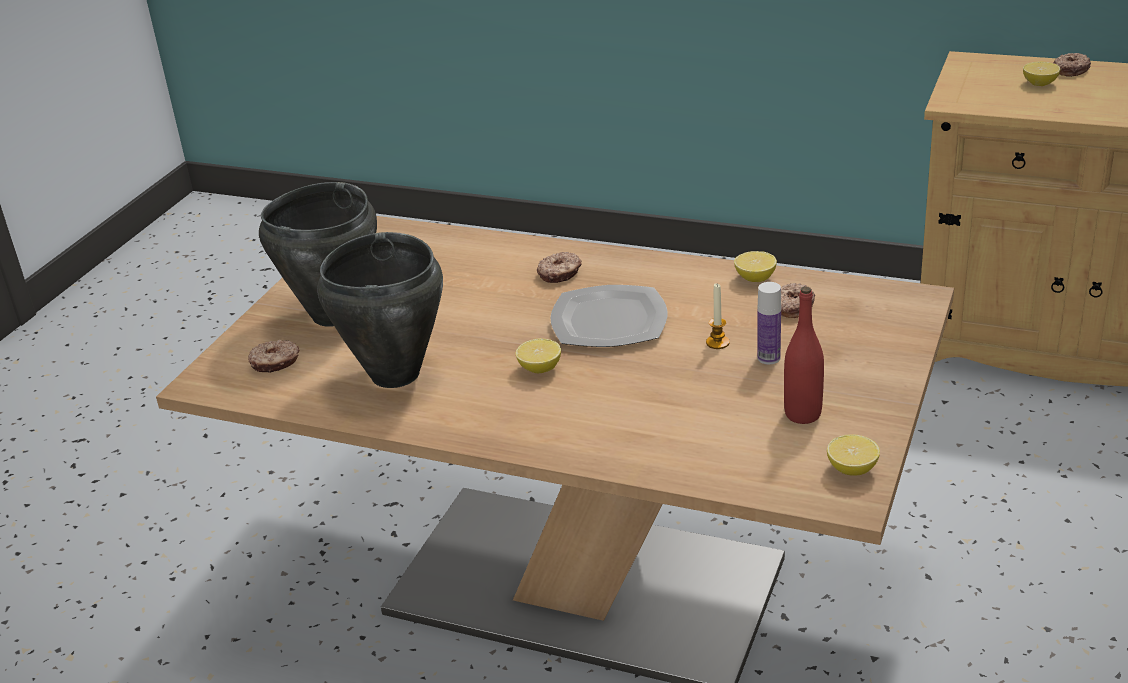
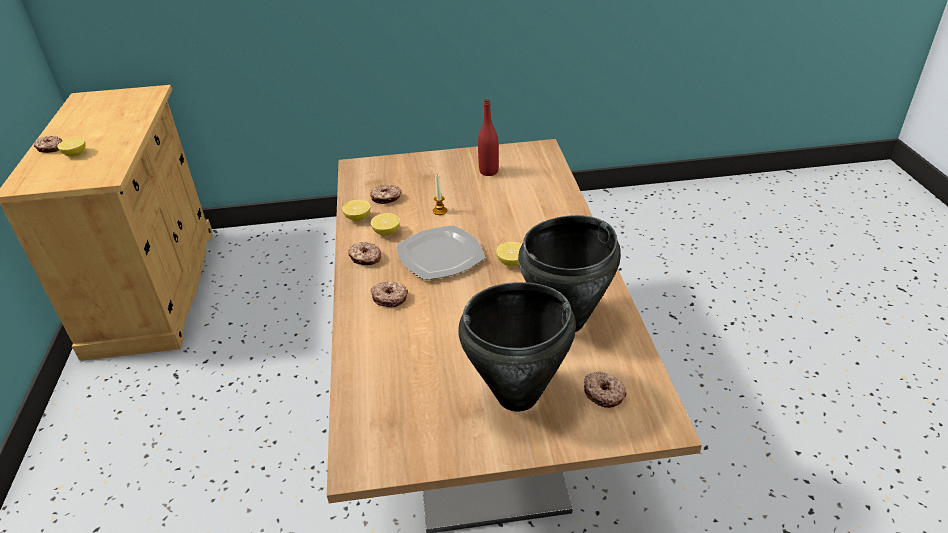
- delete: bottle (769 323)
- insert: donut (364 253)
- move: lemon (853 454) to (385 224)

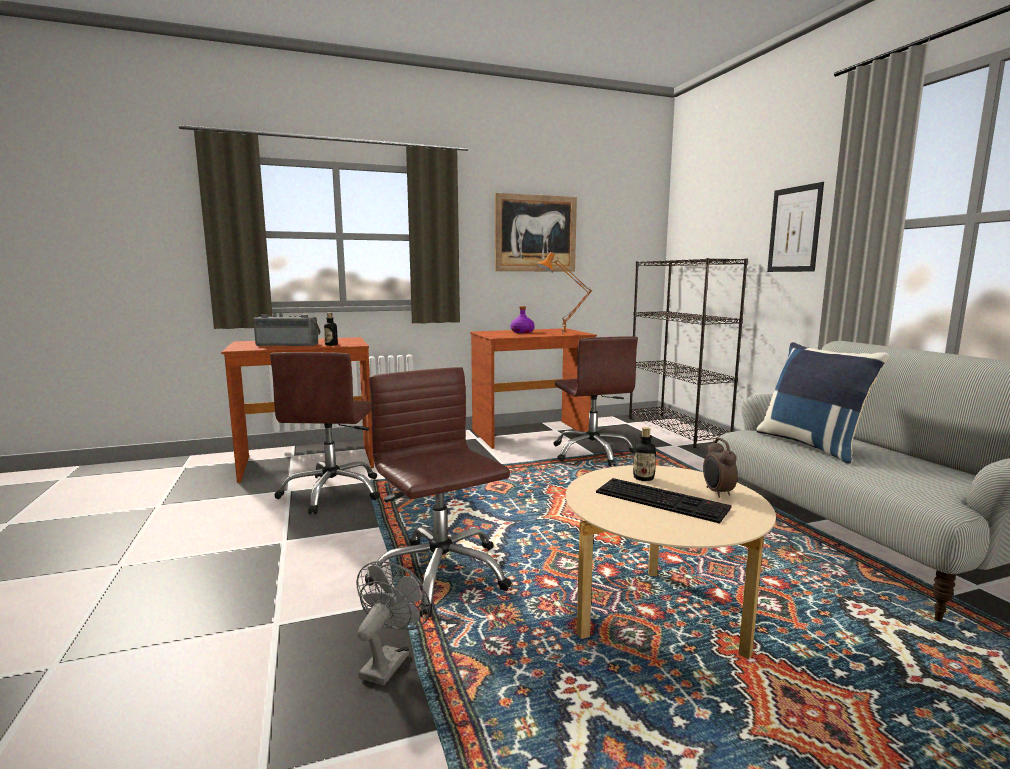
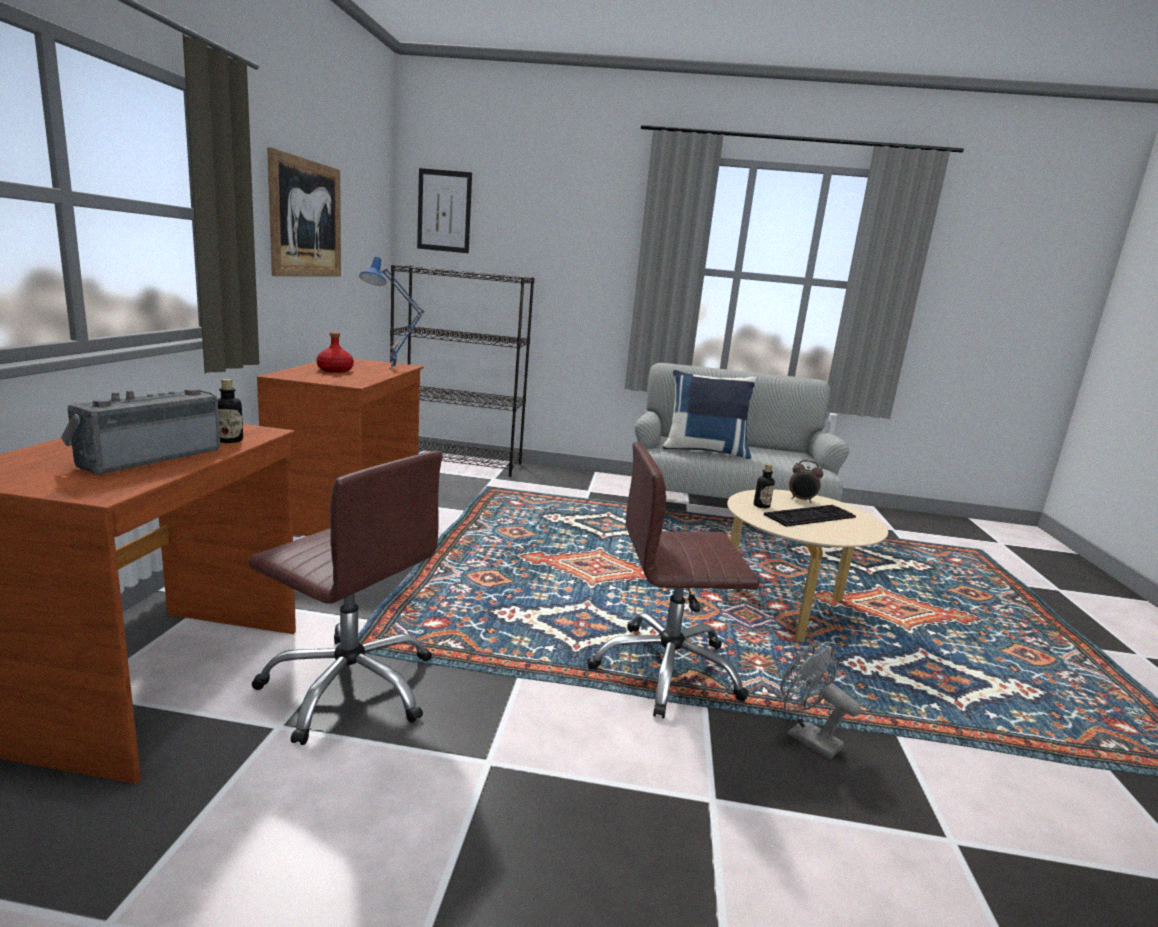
- delete: brown office chair (596 401)
- move: picture (795 227) to (444 210)
- recolor: purple bottle (523 319) to red bottle (335 352)
- recolor: orange table lamp (564 293) to blue table lamp (392 313)

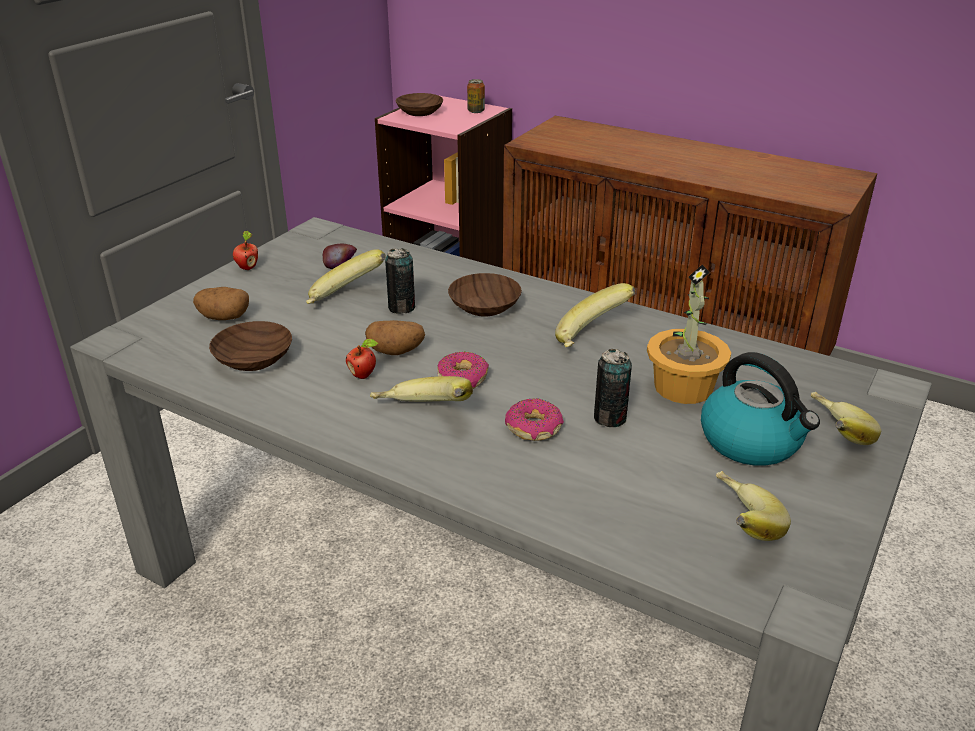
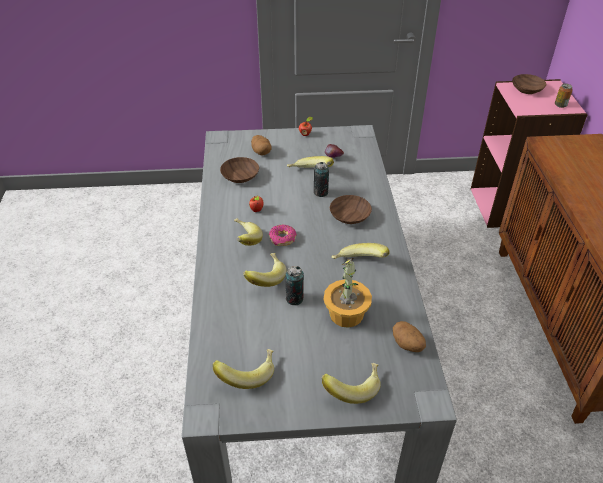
- delete: kettle (760 409)
- move: potato (395 337) to (409 336)
- replace: donut (534 419) to banana (264 270)

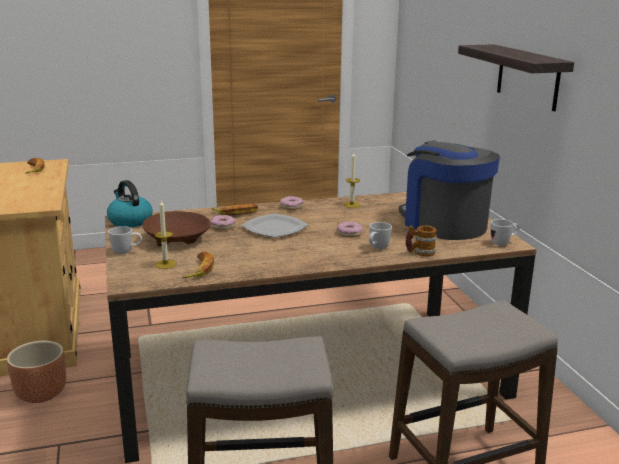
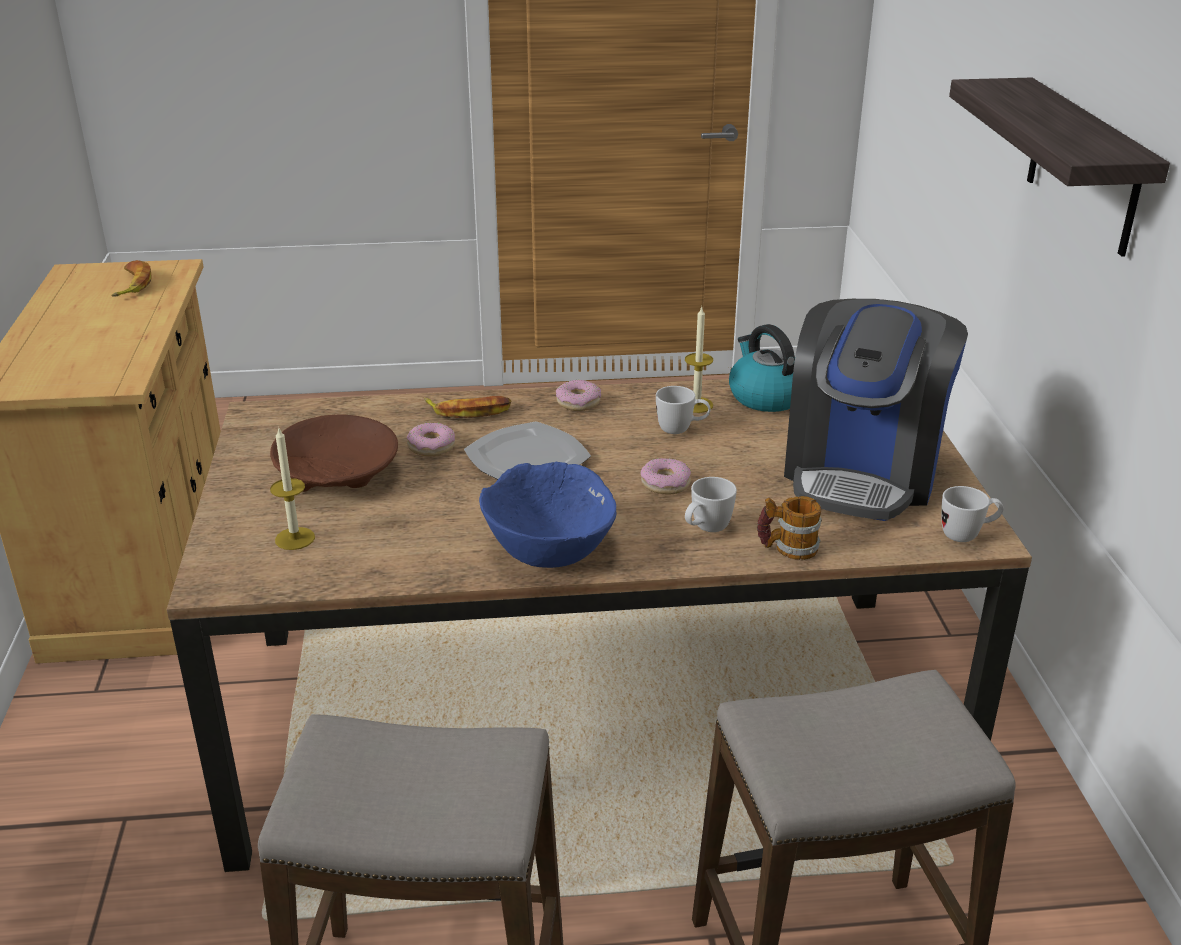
- delete: brown planter (36 372)
- delete: banana (198 265)
- insert: blue bowl (547 515)
- move: kettle (130 203) to (762 368)
- move: white mug (125 240) to (683 410)
- rotate: coffee machine (449 190) = (876 410) 135 degrees counterclockwise

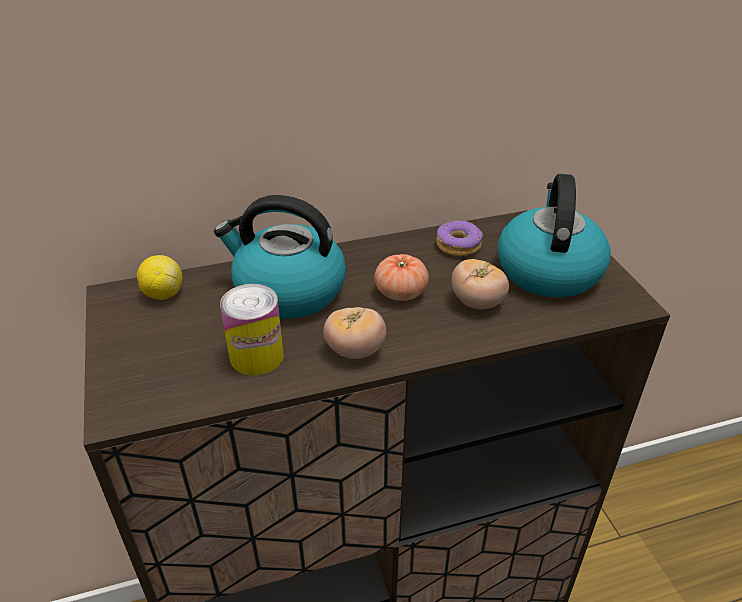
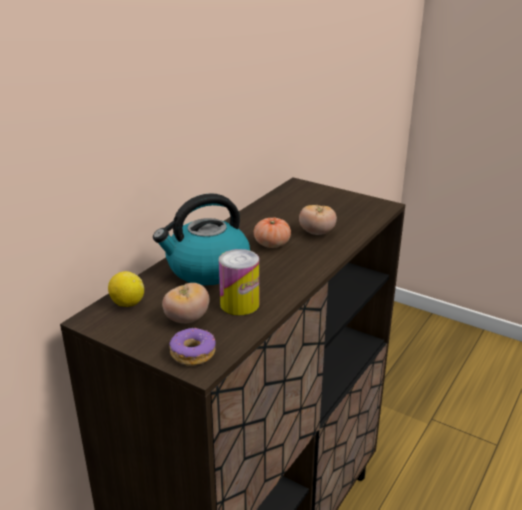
- delete: kettle (554 235)
- move: tomato (354 333) to (185 303)
- move: donut (459 238) to (192 347)

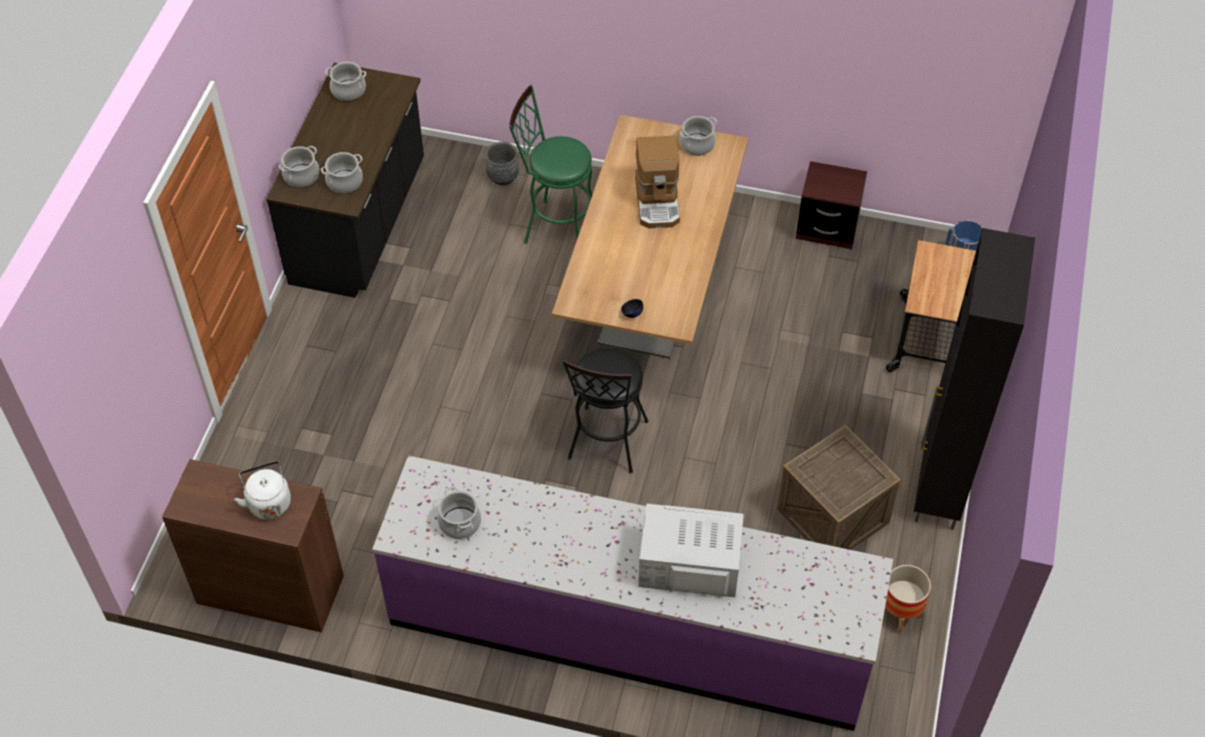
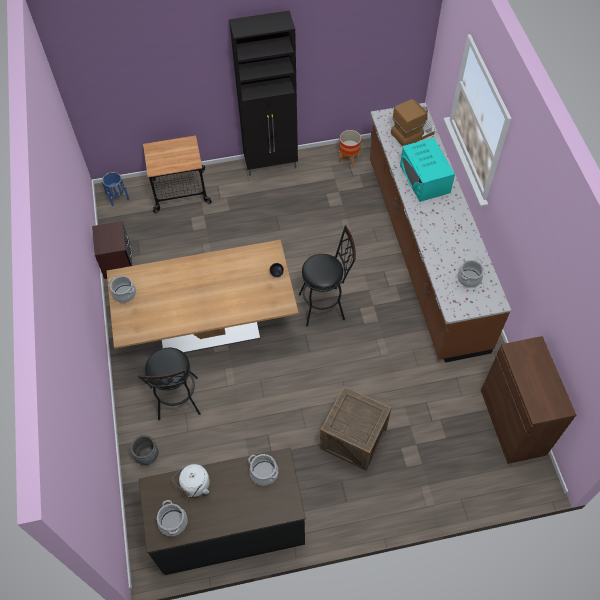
- delete: cooking pot (299 167)
- move: white kettle (262 490) to (191 480)
- move: coffee machine (657 182) to (413 123)
- move: crate (839 487) to (355 428)
- recolor: purple counter (632 593) to brown counter (440 233)
- recolor: green stool (550 164) to black stool (169 384)
- recolor: white microwave (691 550) to turquoise microwave (427 170)

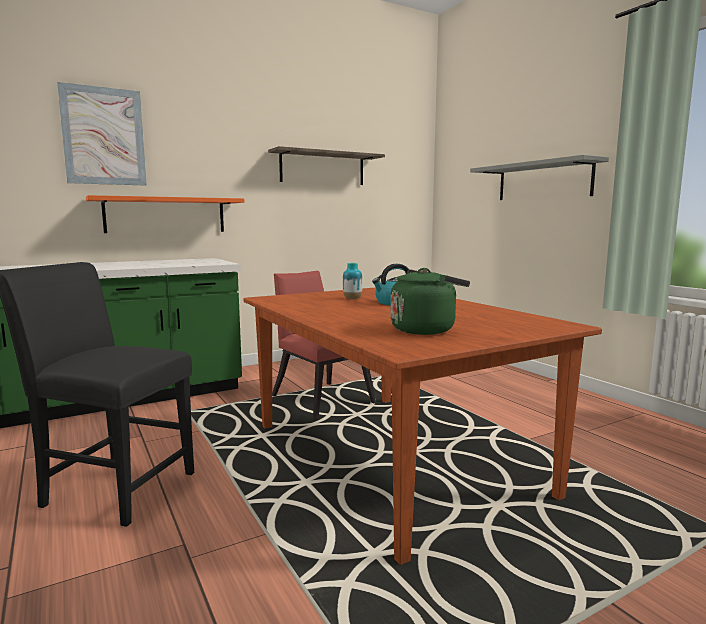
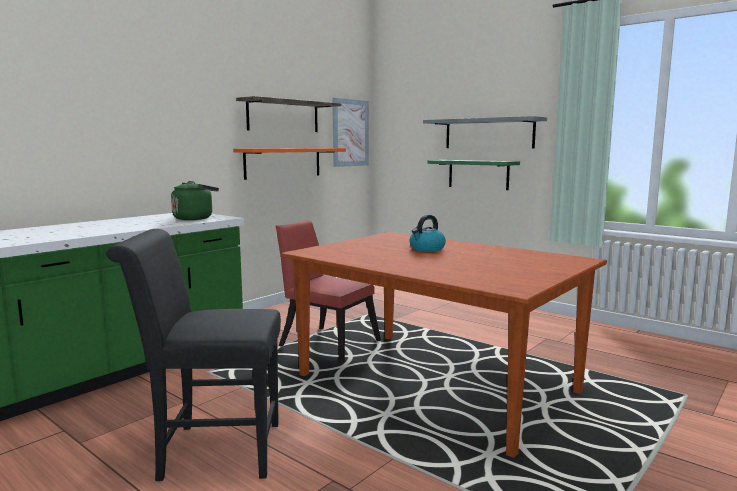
- delete: vase (353 281)
- insert: green shelf (474 175)
- move: picture (102 134) to (350 132)
- move: orange shelf (165 214) to (289 164)
- move: green kettle (430 301) to (195 200)

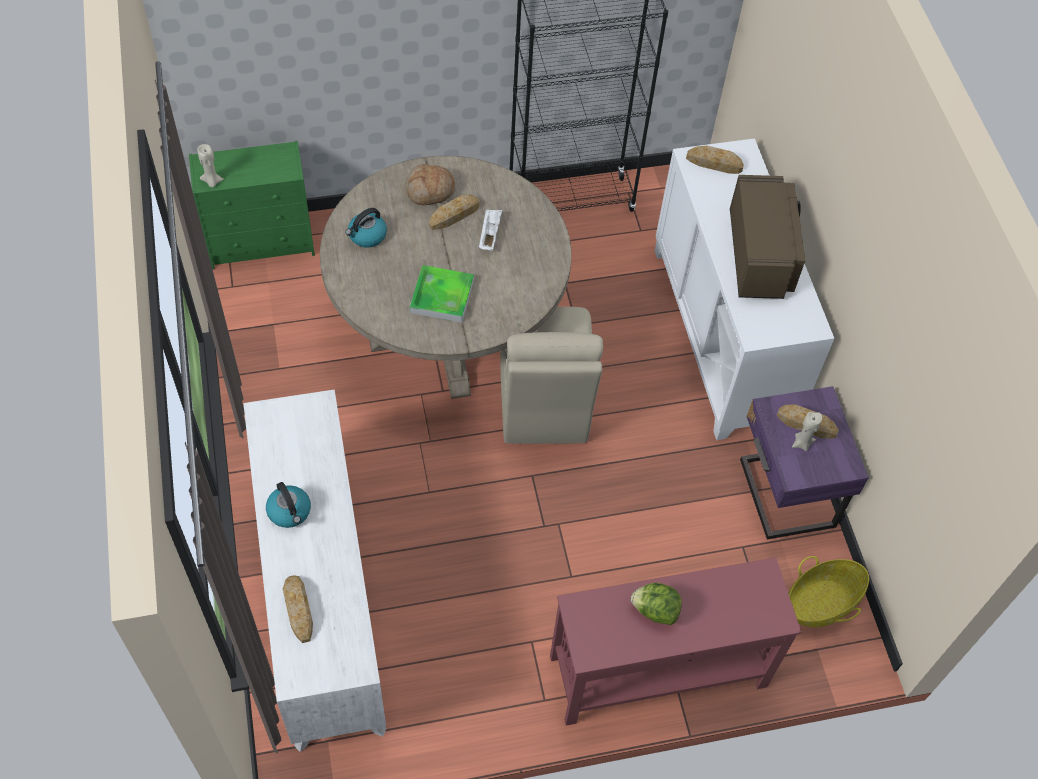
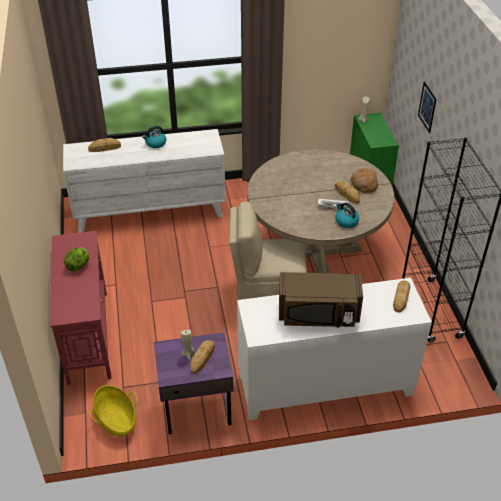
- delete: tray (442 294)
- insert: picture (427 107)
- move: kettle (366 228) to (347 215)

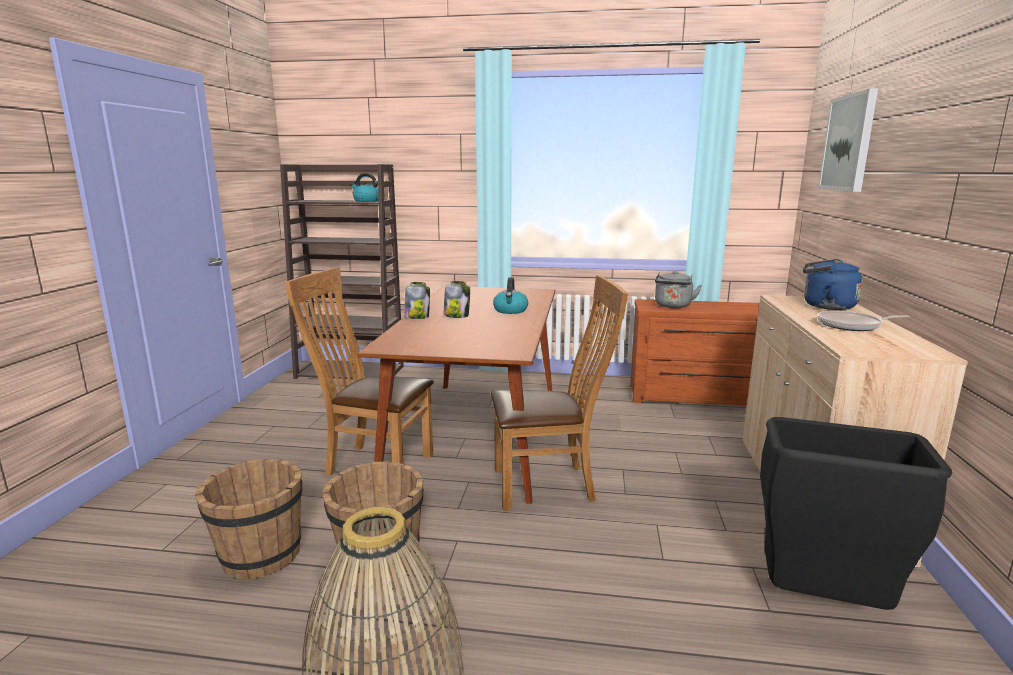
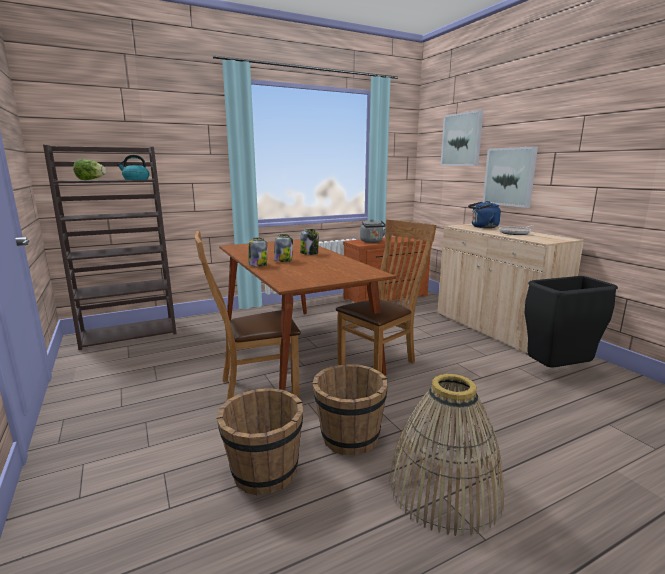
- insert: lettuce (89 169)
- insert: picture (510 177)
- replace: kettle (510 295) to jar (309 242)

